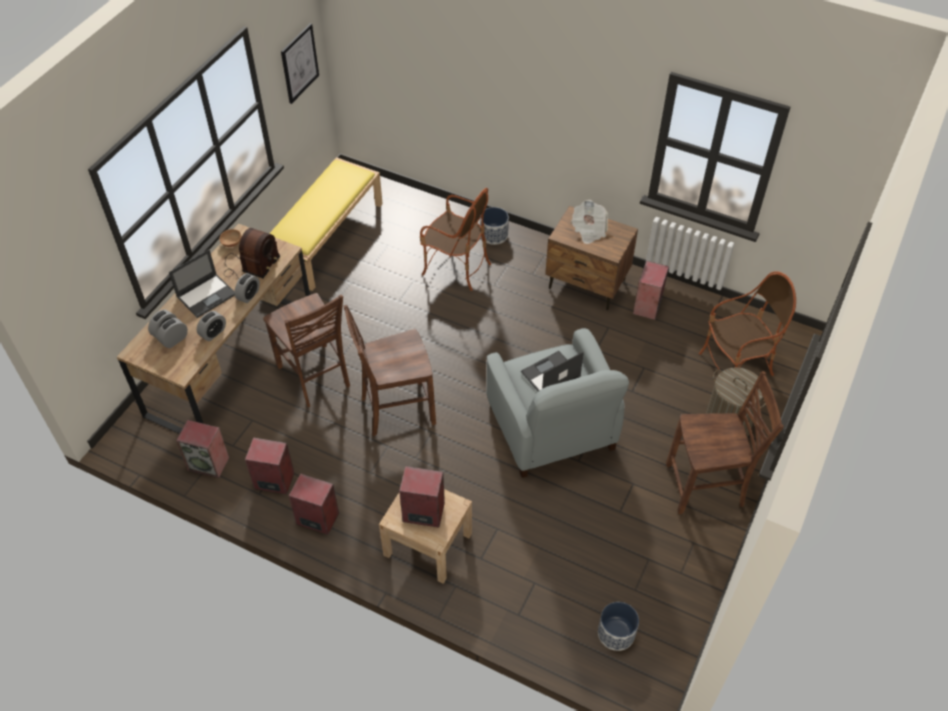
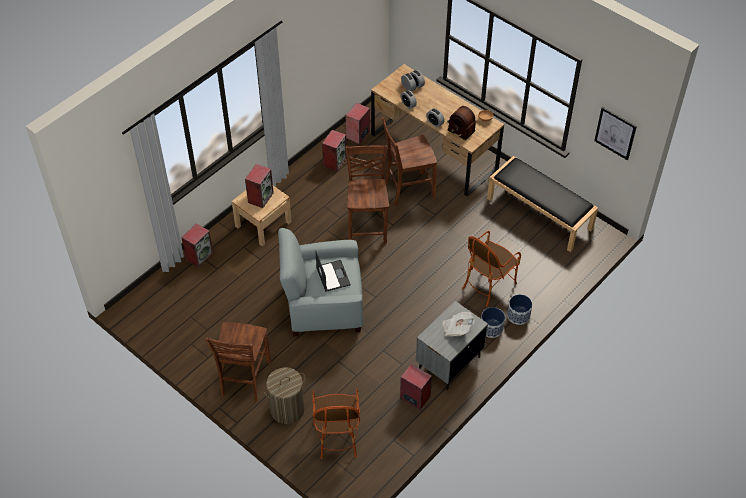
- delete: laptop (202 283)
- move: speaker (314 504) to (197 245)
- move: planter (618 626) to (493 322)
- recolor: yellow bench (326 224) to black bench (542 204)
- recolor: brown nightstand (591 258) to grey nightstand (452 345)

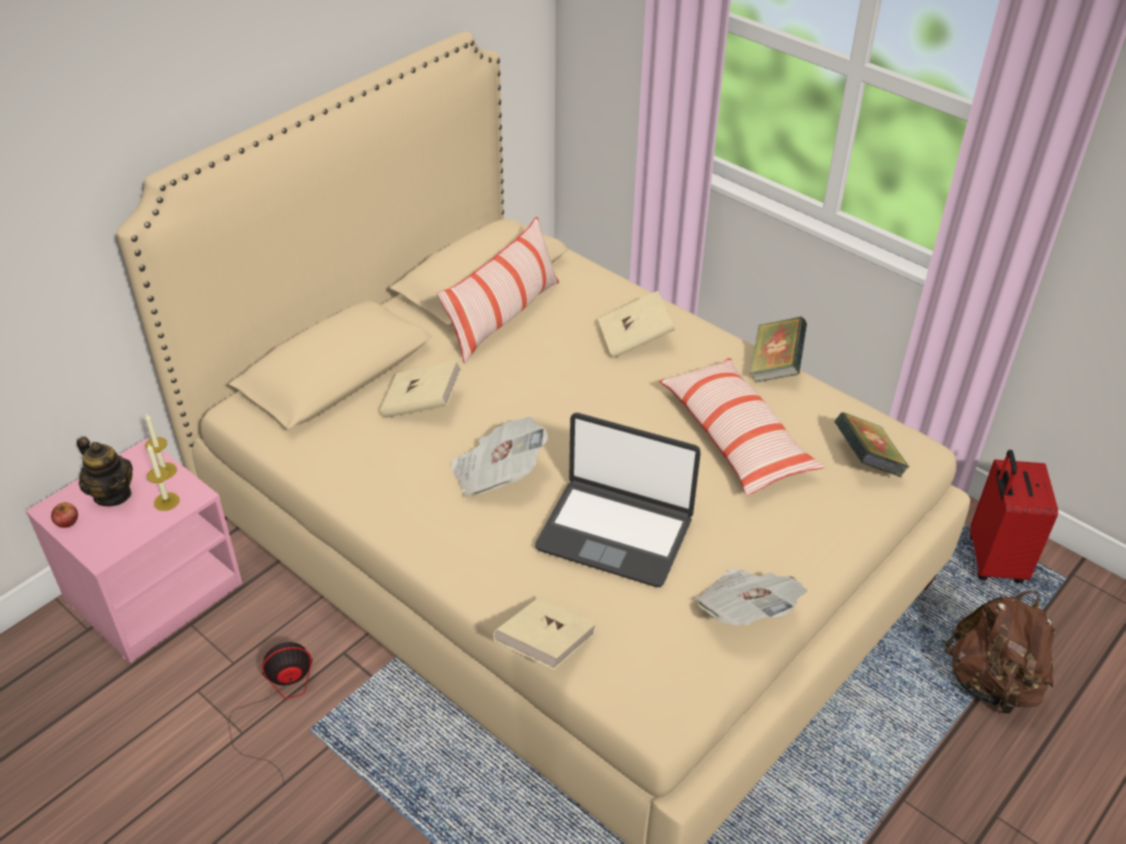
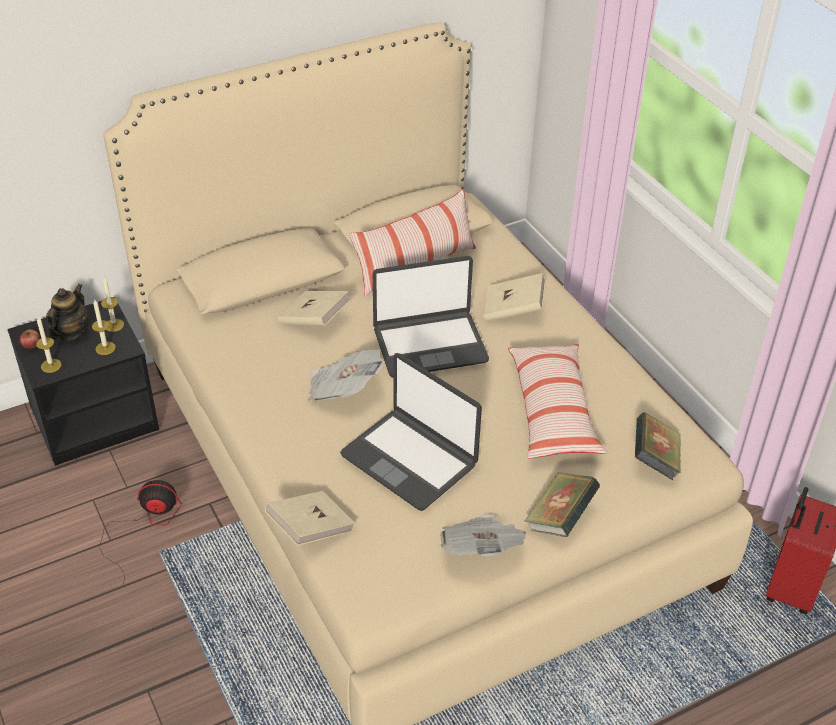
- delete: brown backpack (1000 653)
- insert: candle (49 345)
- insert: laptop (431 316)
- move: book (778 349) to (562 504)
- recolor: pink nightstand (134 550) to black nightstand (83 381)
- rotate: teapot (105 471) = (67 312) 135 degrees counterclockwise

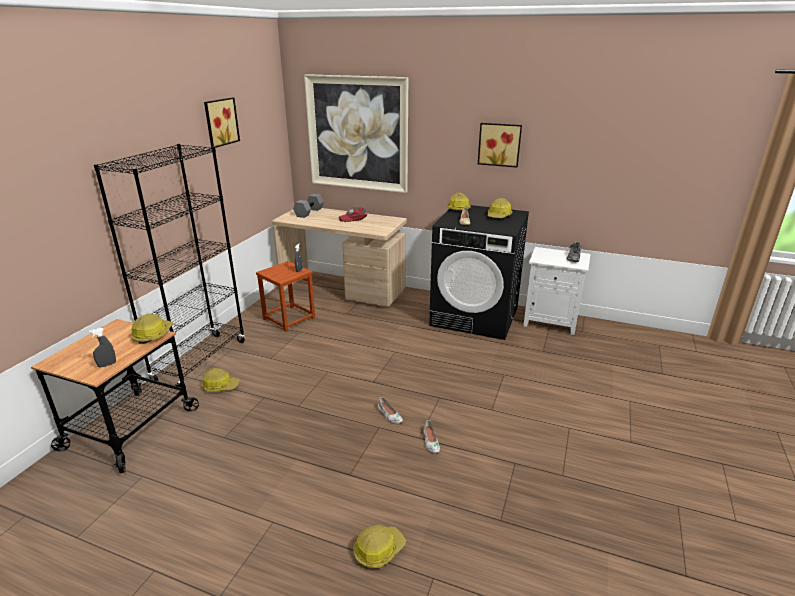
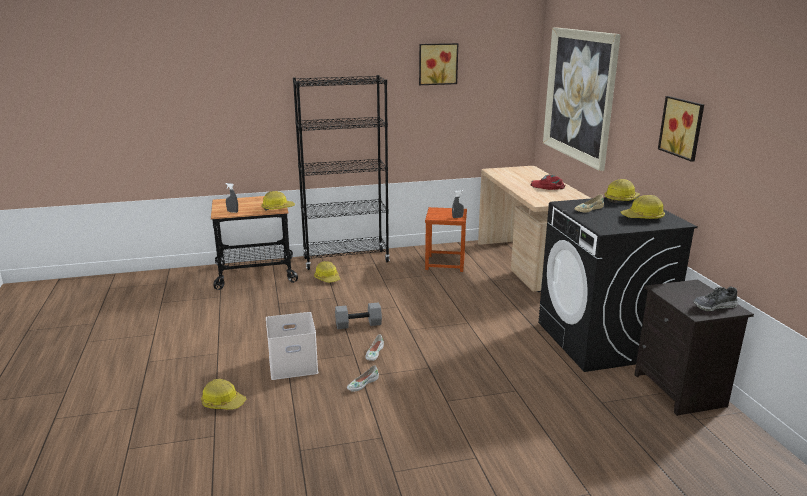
- insert: white storage box (292 346)
- move: grey dumbbell (308 206) to (358 315)
- recolor: white nightstand (557 291) to black nightstand (694 348)

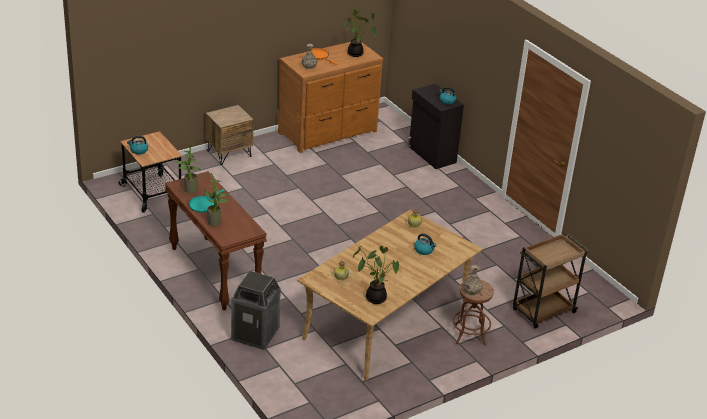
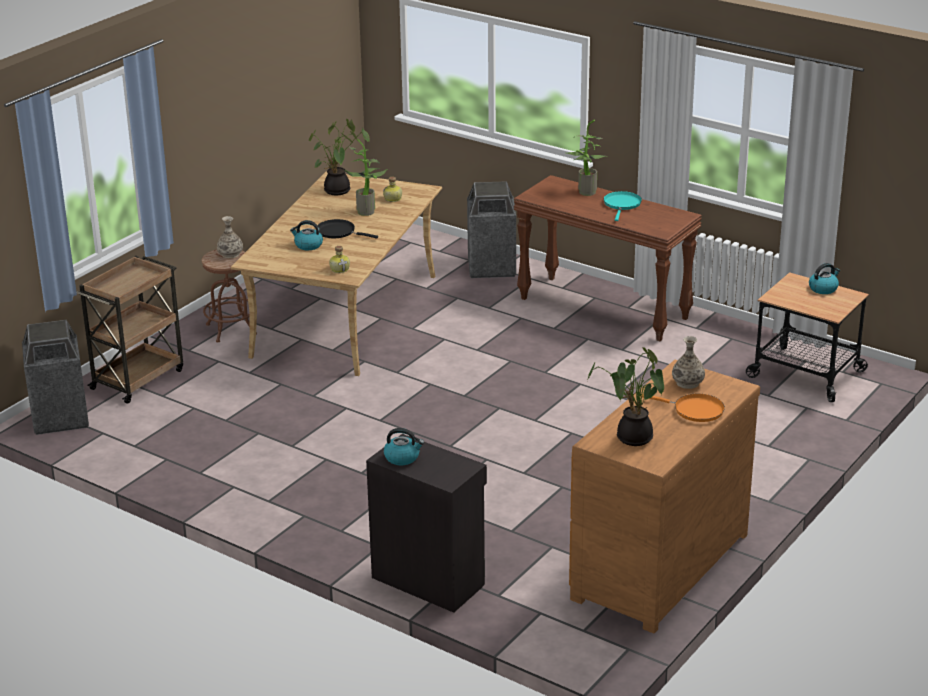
- delete: brown nightstand (229 135)
- insert: trash can (55 377)
- insert: black frying pan (348 229)
- move: potted plant (187 168) to (366 177)

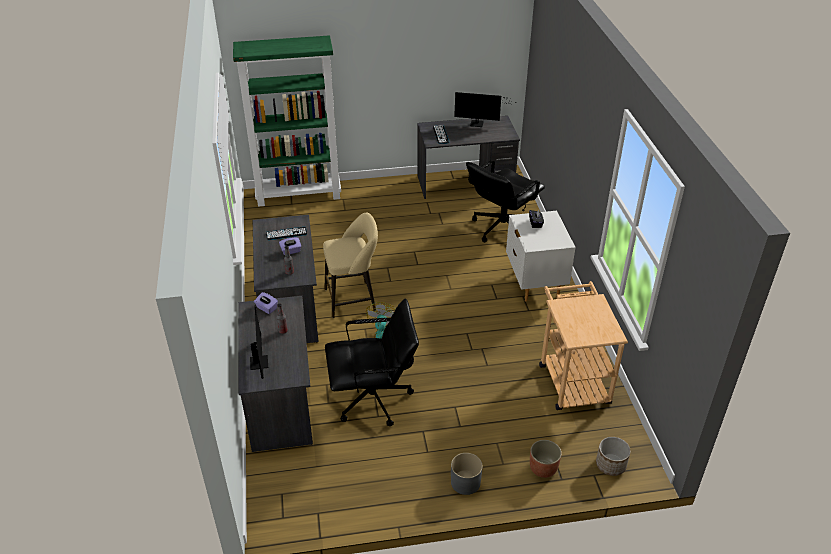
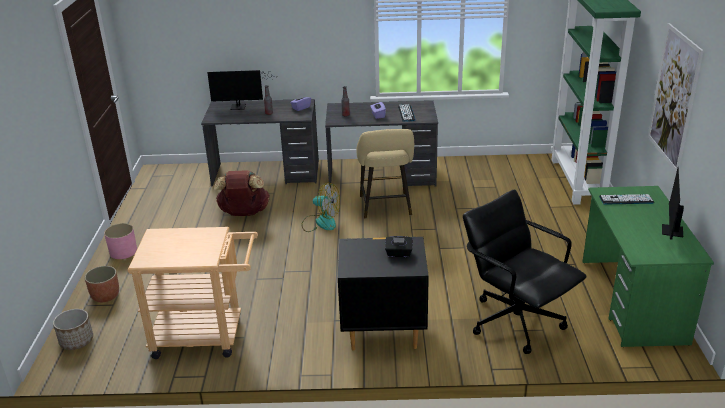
- insert: picture (676 97)
- replace: black office chair (372 362) to brown backpack (242 193)
- recolor: grey desk (468 157) to green desk (648 266)
- recolor: grey planter (467 474) to pink planter (120 241)
- recolor: white nightstand (541 256) to black nightstand (383 294)

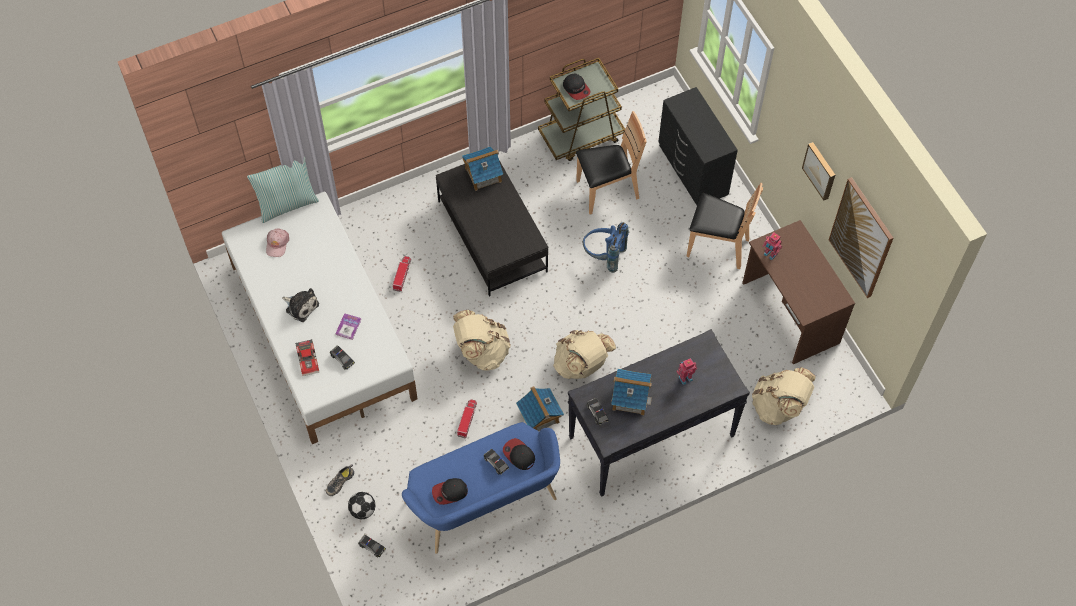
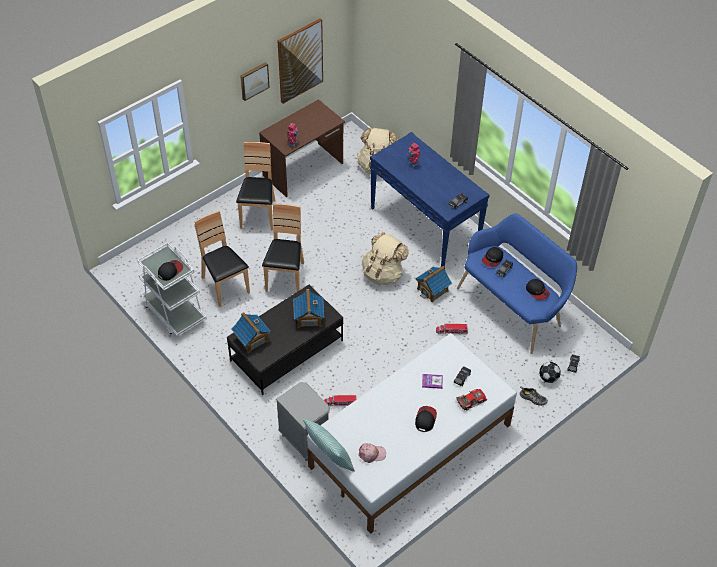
- delete: beige backpack (482 340)
- delete: black dresser (698 146)
- insert: grey nightstand (303 421)
- move: toy house (631 392) to (309 308)
- replace: plush toy (300 305) to cap (426 419)
- replace: blue backpack (606 247) to brown chair (283 248)
- recolor: brown cart (581 109) to white cart (172 289)
- recolor: black console table (659 413) to blue console table (429 199)

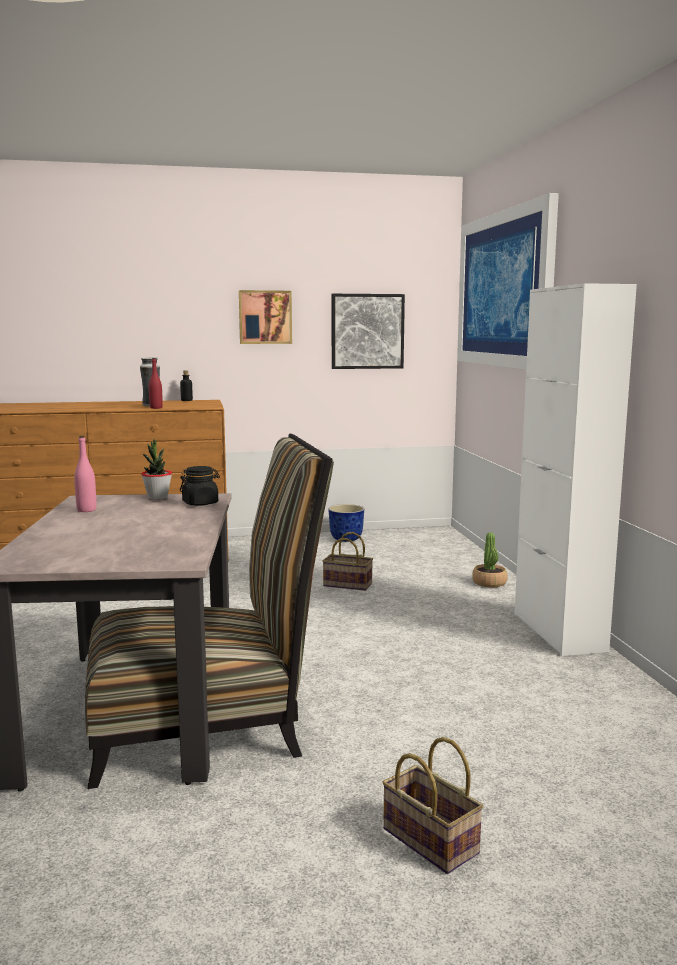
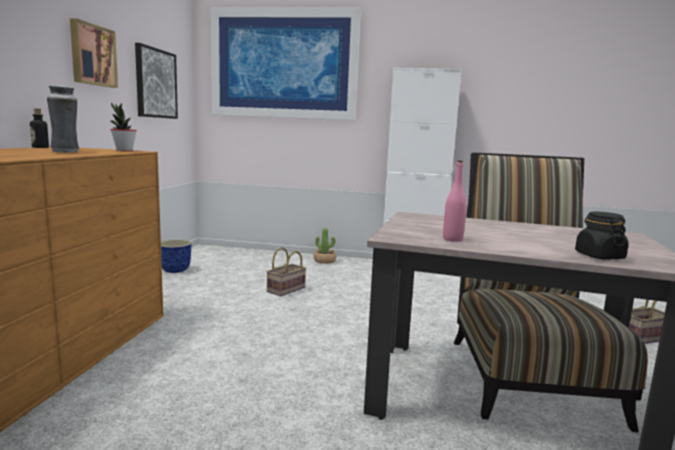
- delete: red bottle (156 383)
- move: potted plant (156 469) to (123 127)
- move: black jar (200 486) to (601 235)

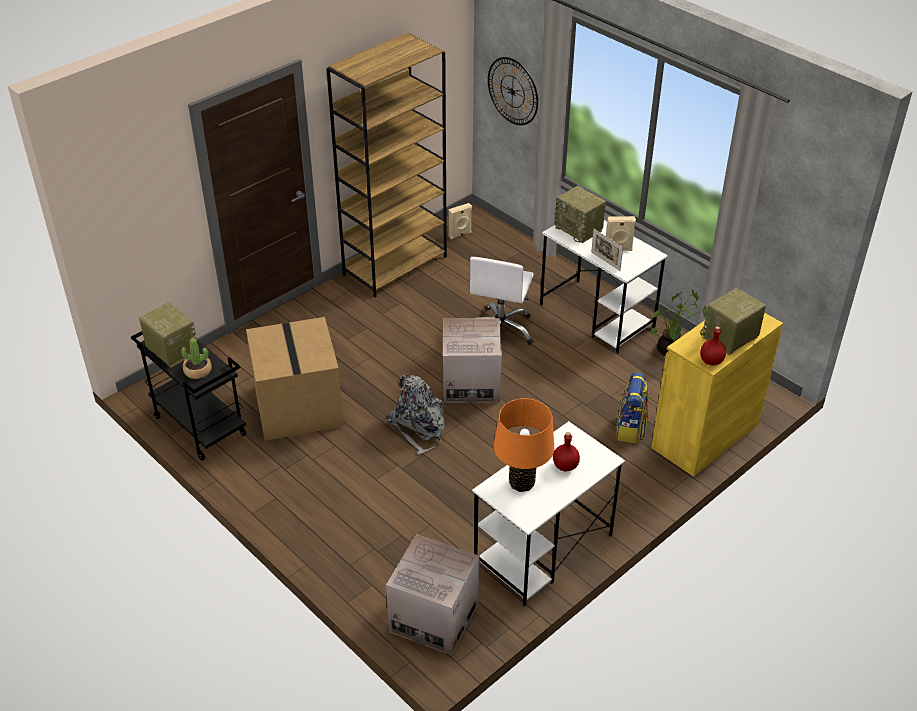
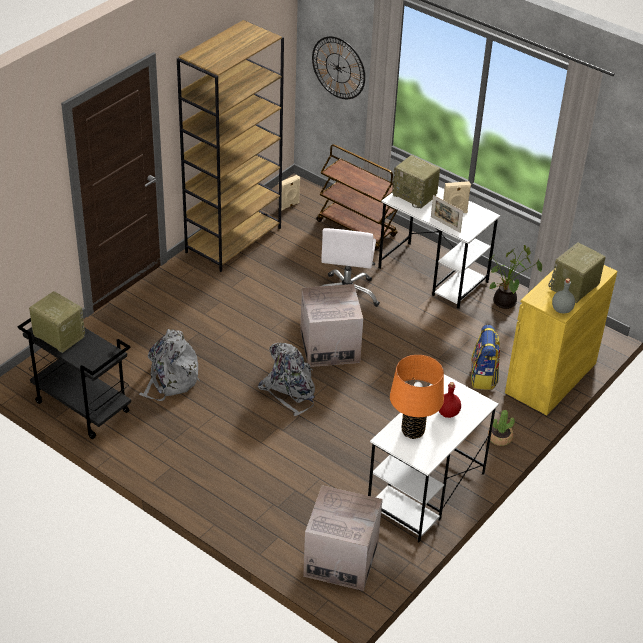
- insert: brown cart (357 197)
- move: potted plant (196 358) to (501 428)
- replace: cardboard box (295 378) to grey backpack (169 365)
- recolor: red bottle (713 345) to grey bottle (563 296)

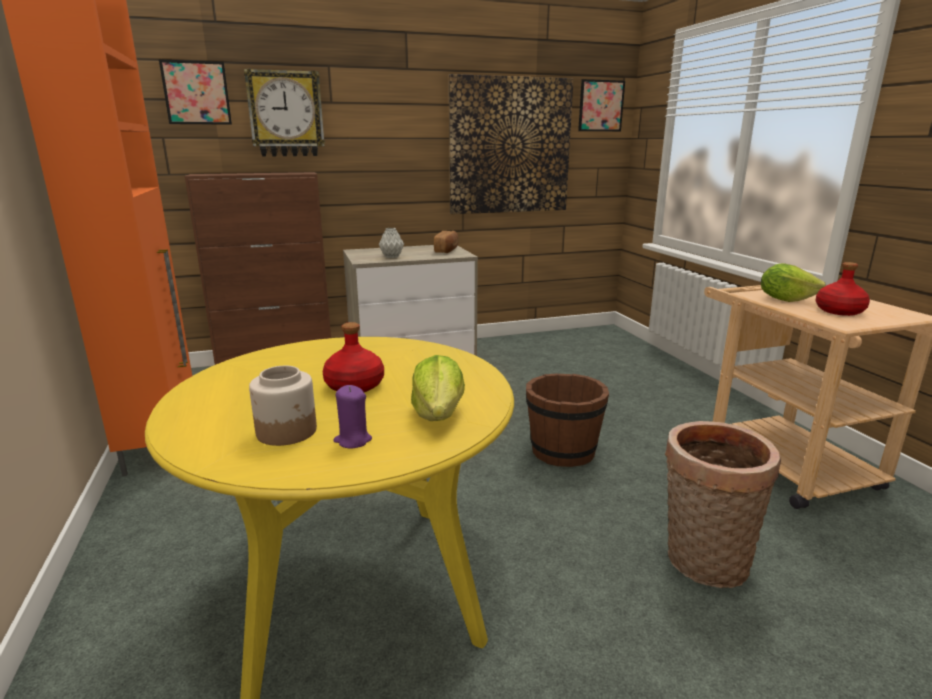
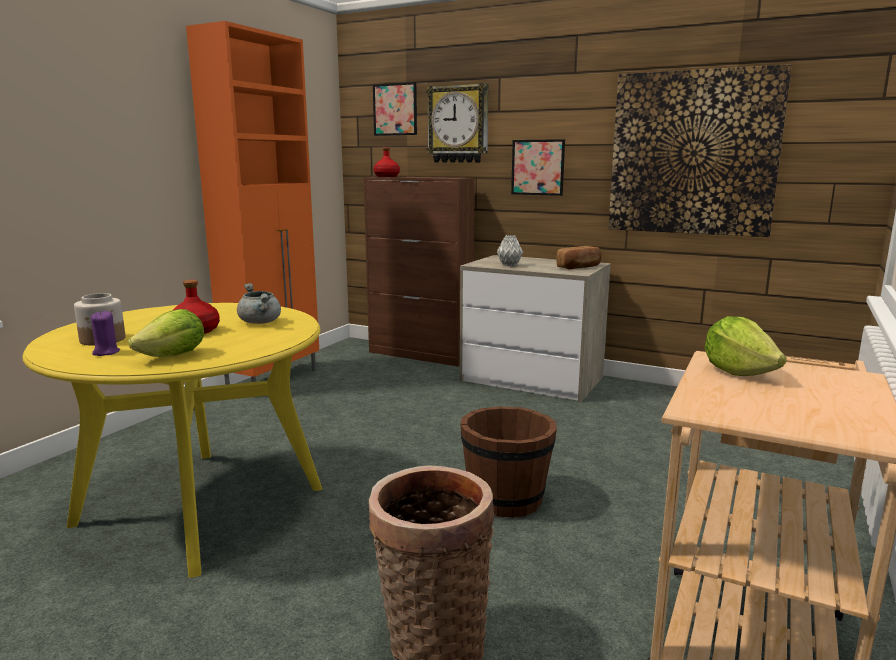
- insert: grey cooking pot (259 303)
- move: picture (601 105) to (538 167)
- move: red bottle (842 289) to (387 162)

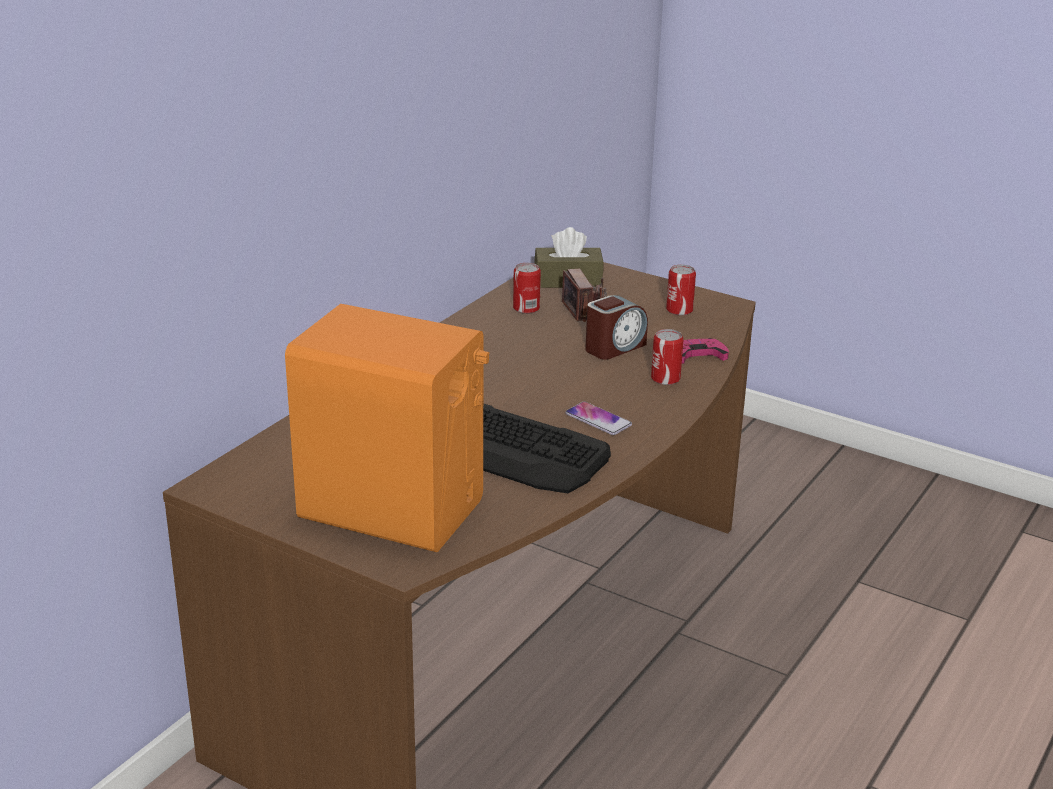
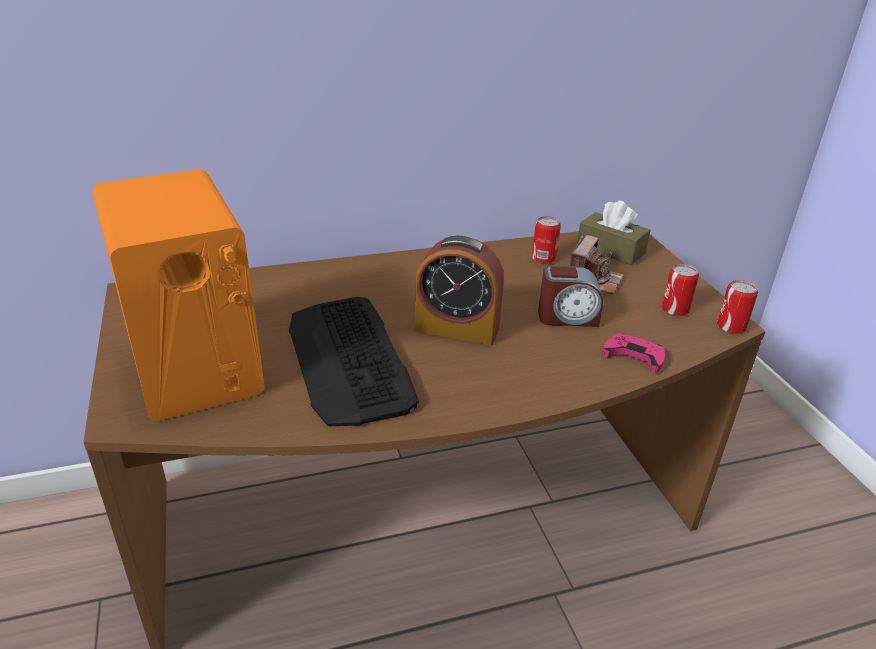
- delete: phone (598 418)
- insert: alarm clock (459 290)
- move: can (667 357) to (737 307)

